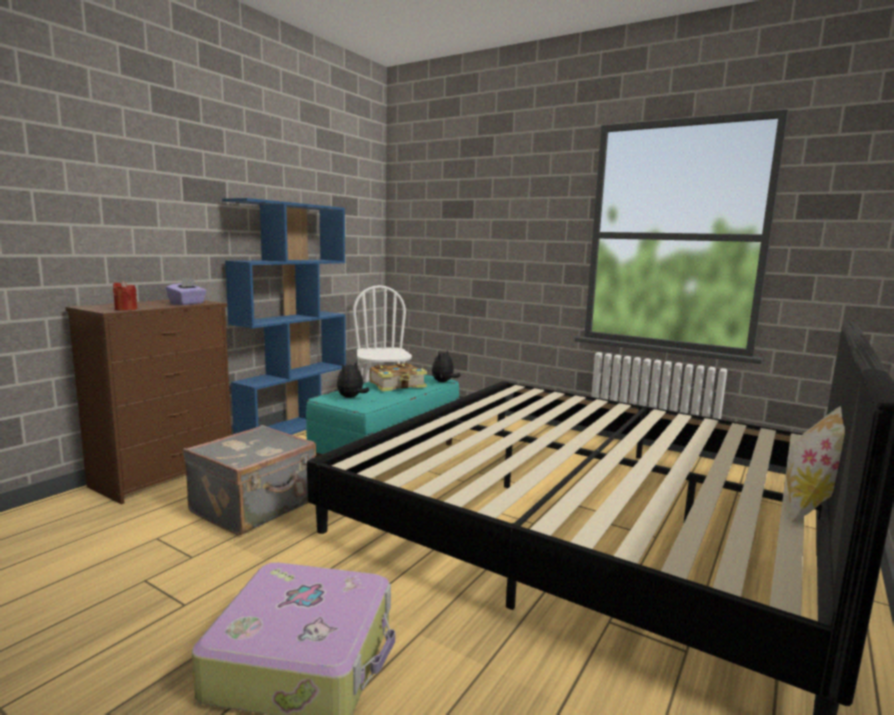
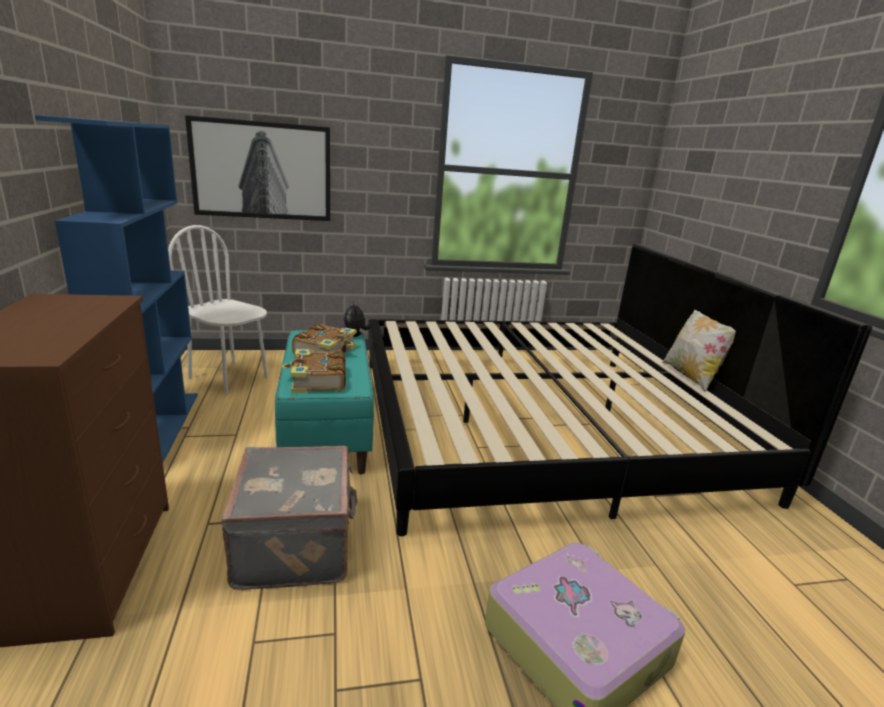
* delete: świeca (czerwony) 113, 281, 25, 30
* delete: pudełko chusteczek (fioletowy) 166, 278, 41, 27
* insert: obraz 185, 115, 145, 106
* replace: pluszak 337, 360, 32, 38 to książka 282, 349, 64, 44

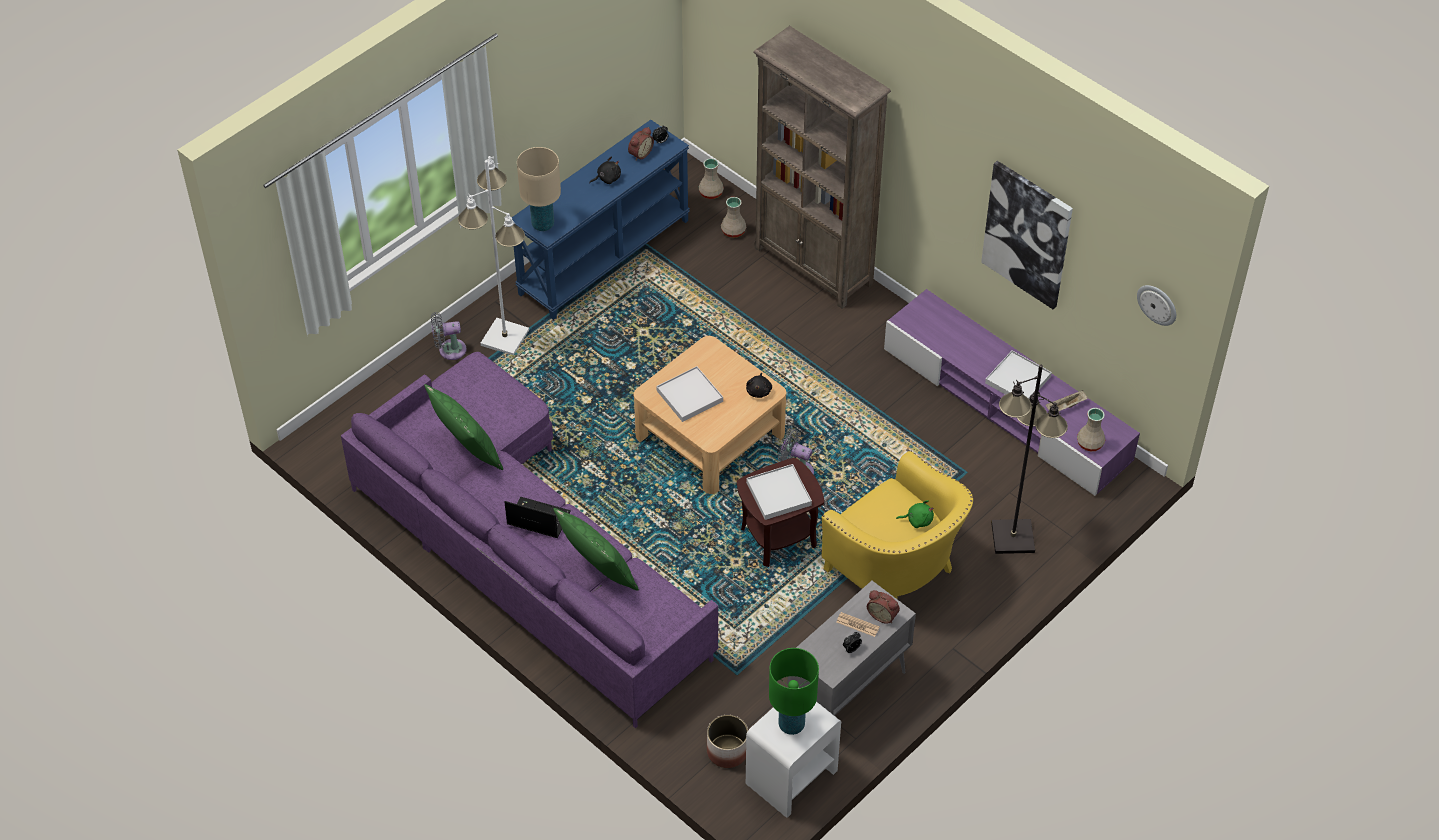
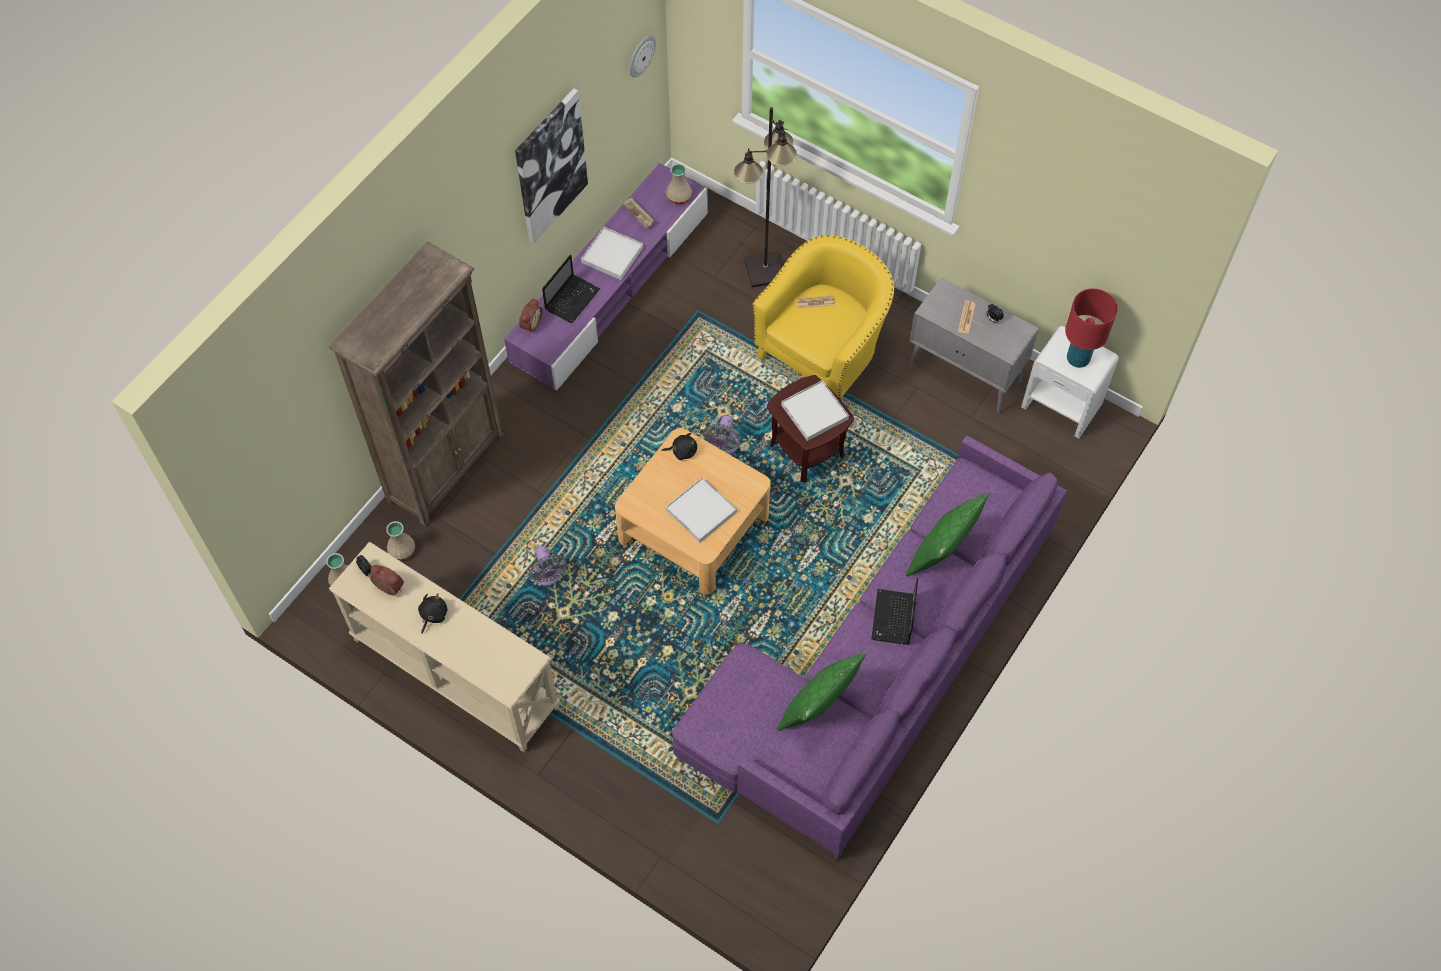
* delete: lampa stojąca (biały) 458, 156, 71, 199
* delete: lampa stołowa (beżowy) 517, 147, 44, 84
* delete: donica 707, 715, 41, 53
* insert: laptop 542, 255, 58, 68
* move: wentylator (szary) 431, 312, 35, 48 to 529, 546, 38, 40
* move: budzik 867, 590, 33, 34 to 519, 298, 23, 35
* replace: pluszak (zielony) 896, 500, 38, 28 to gazeta 797, 295, 38, 14
* recolor: stolik konsolowy (niebieski) 512, 120, 178, 200 to stolik konsolowy (beżowy) 329, 542, 231, 210
* recolor: lampa stołowa (zielony) 769, 648, 50, 87 to lampa stołowa (czerwony) 1065, 288, 53, 80
* rotate: pluszak (czarny) 589, 157, 32, 27 = 418, 593, 30, 40 60 degrees clockwise

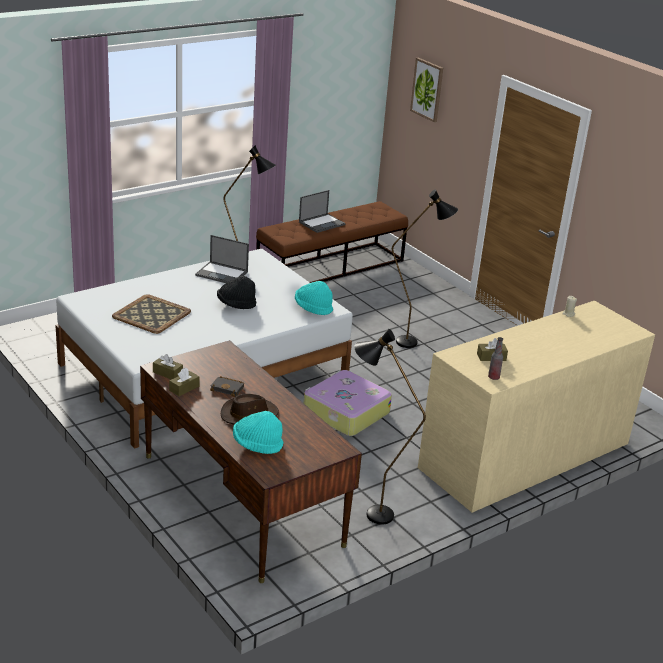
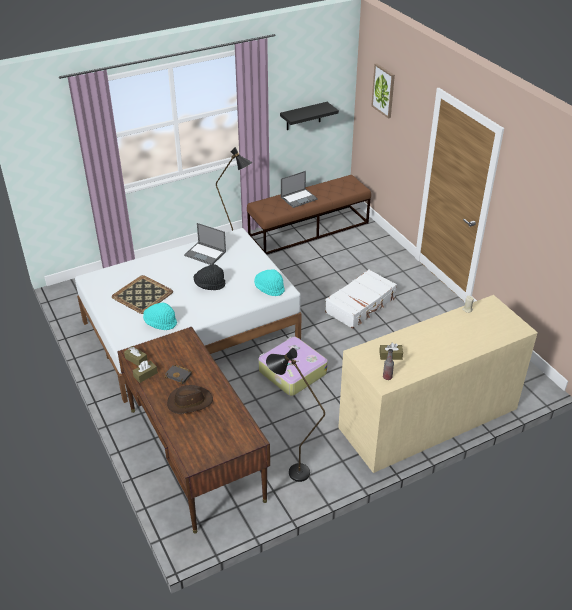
* insert: półka (czarny) 280, 102, 59, 28
* move: kapelusz (turkusowy) 233, 411, 51, 43 to 143, 303, 34, 27
* replace: lampa stojąca (czarny) 392, 189, 66, 159 to walizka (biały) 325, 269, 72, 60

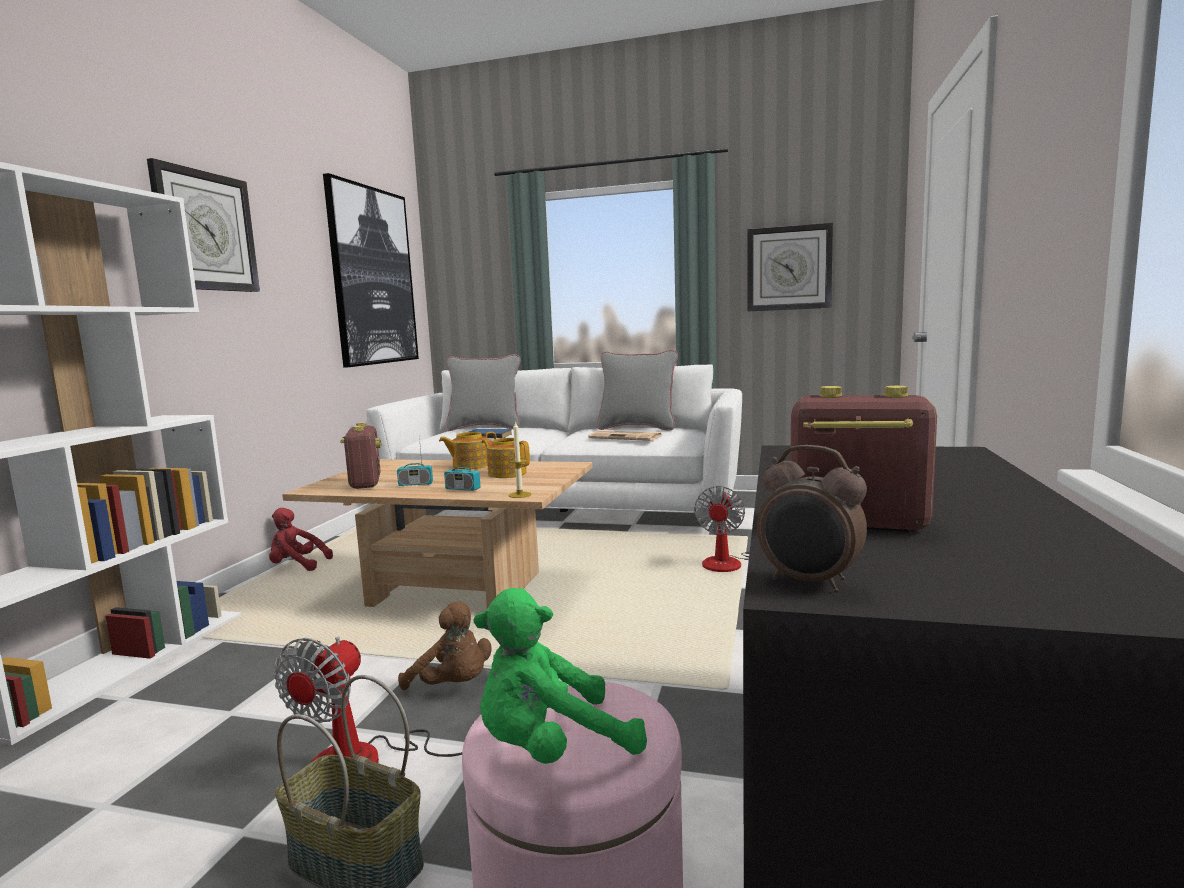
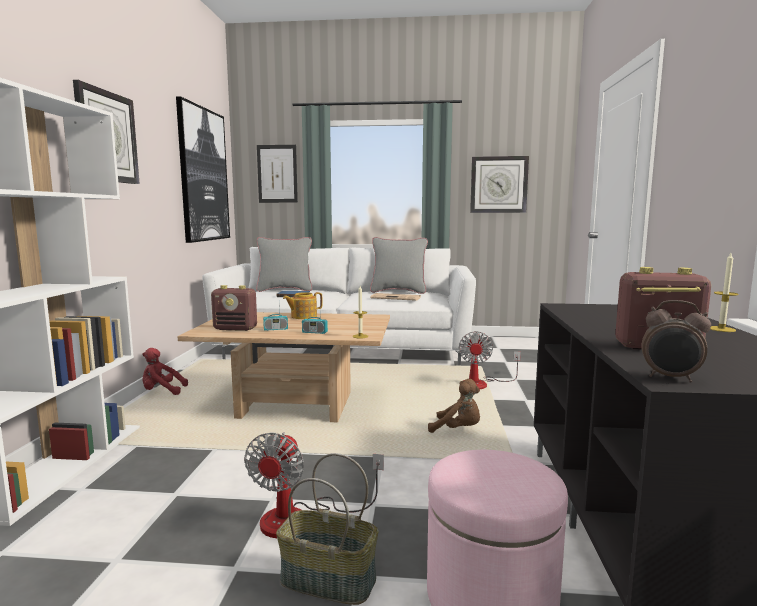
* delete: pluszak (zielony) 474, 588, 173, 176
* delete: imbryk 482, 438, 48, 40
* insert: obraz 257, 145, 41, 58
* insert: świeca 710, 253, 28, 79
* move: pluszak (brązowy) 398, 601, 93, 89 to 428, 379, 52, 54
* rotate: radio 340, 422, 41, 67 = 211, 285, 46, 46 120 degrees clockwise

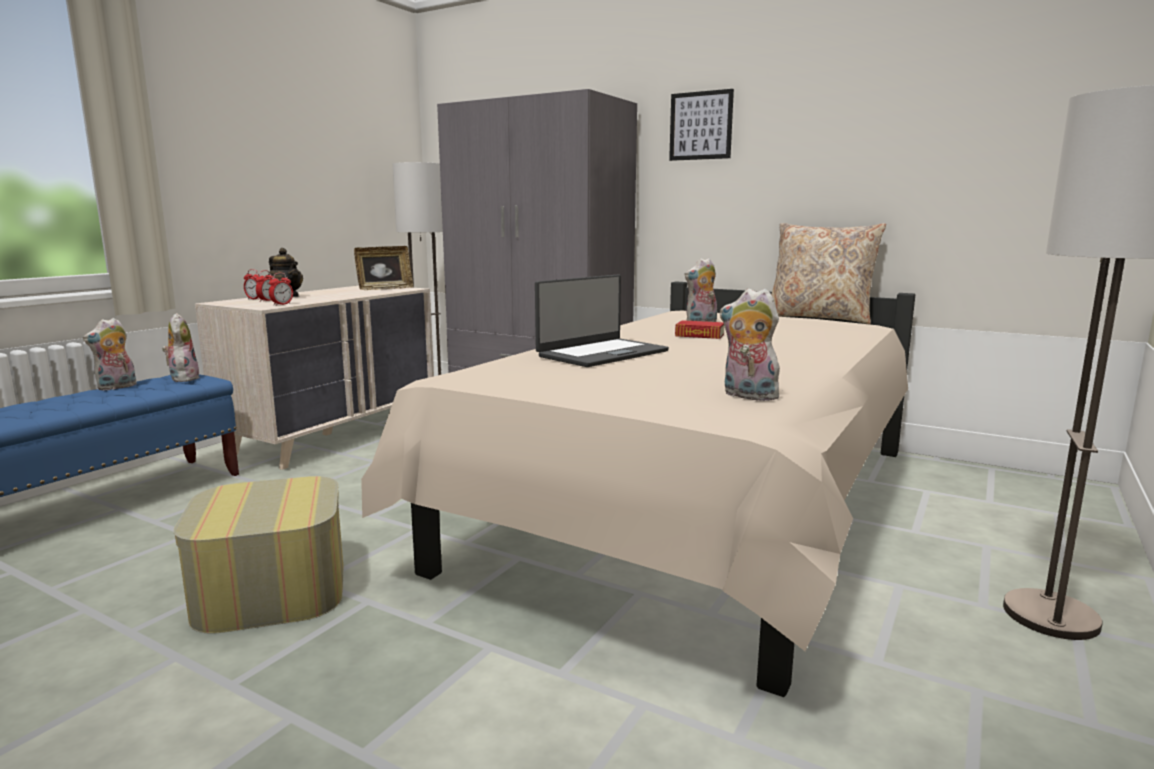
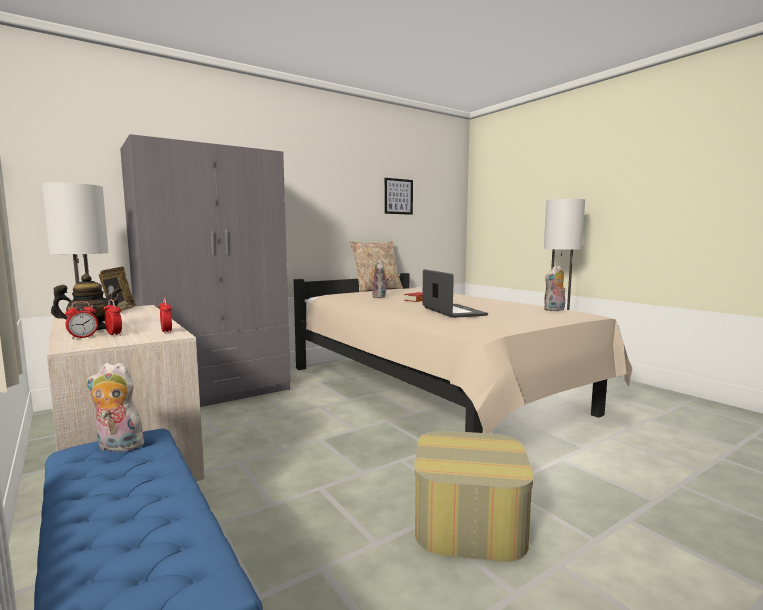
* delete: pluszak 83, 318, 54, 73
* move: obraz 669, 89, 65, 72 to 385, 178, 28, 37

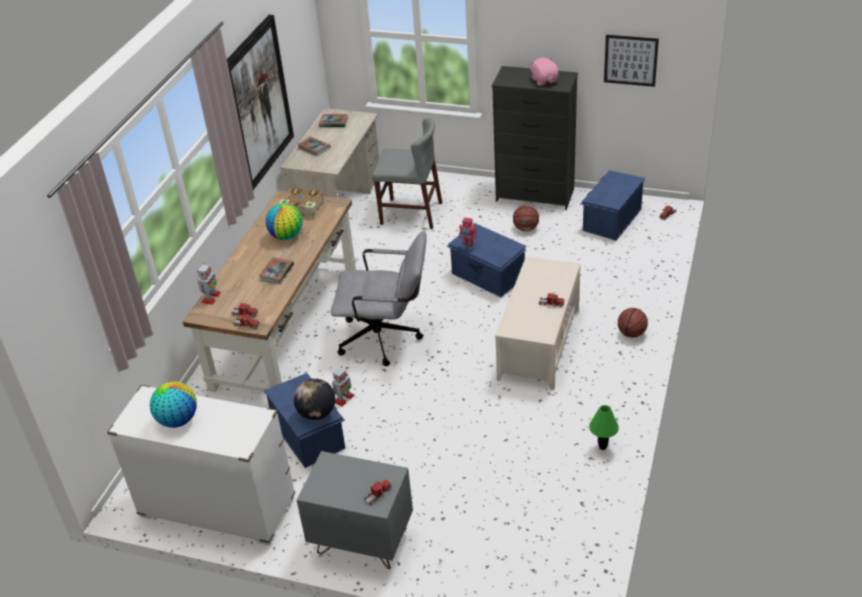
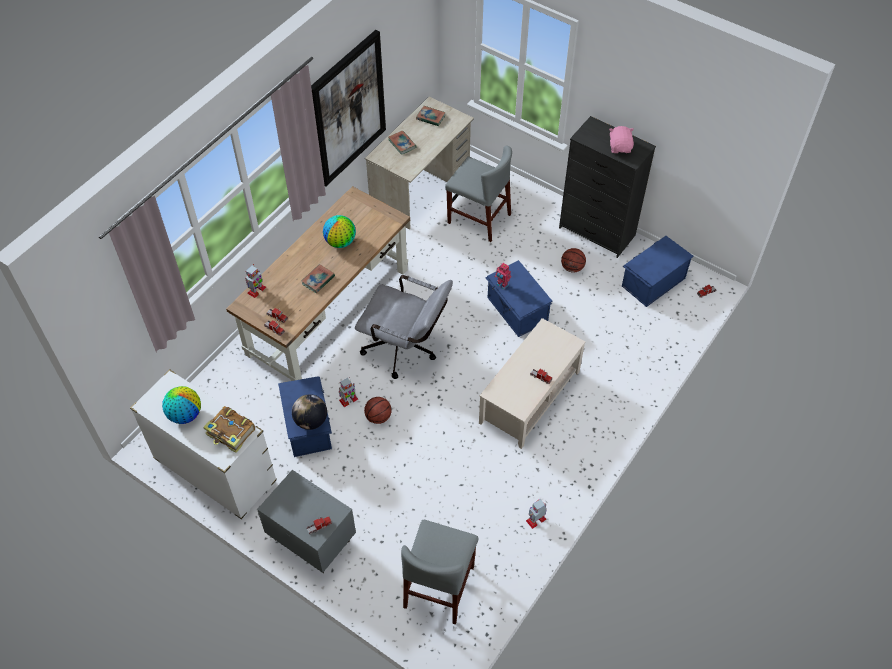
* delete: obraz 604, 35, 55, 52
* insert: krzesło (szary) 401, 520, 78, 105
* move: książka 279, 188, 44, 30 to 203, 406, 52, 47
* move: piłka do koszykówki 618, 308, 30, 30 to 364, 397, 27, 27
* replace: lampa stołowa (zielony) 589, 405, 30, 45 to robot zabawkowy 526, 499, 21, 30

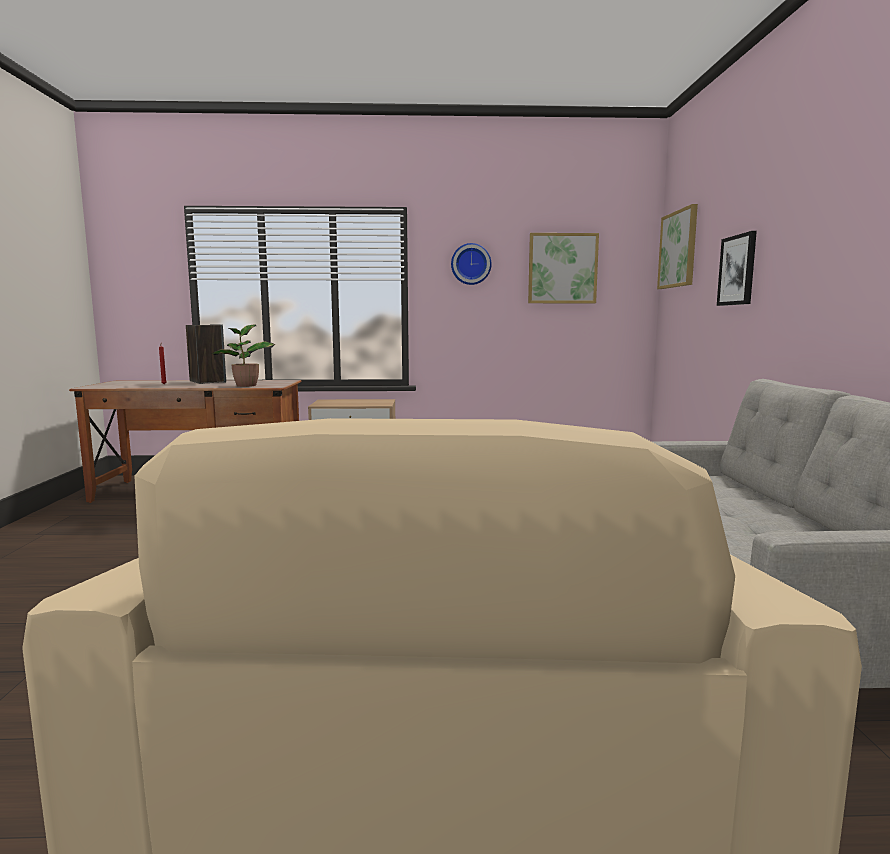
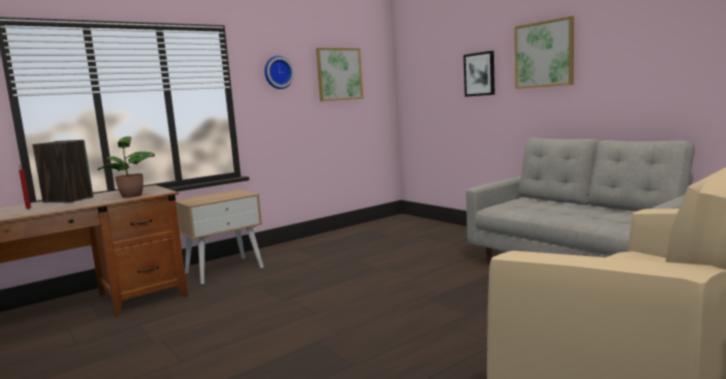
* move: obraz 657, 204, 41, 85 to 514, 16, 60, 73

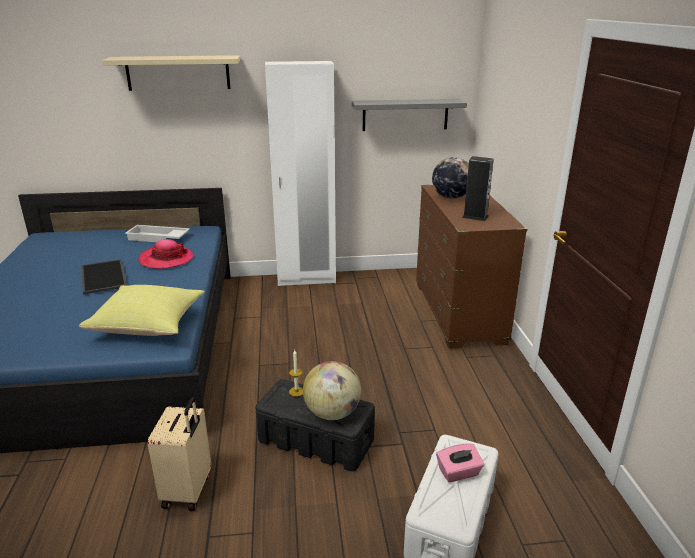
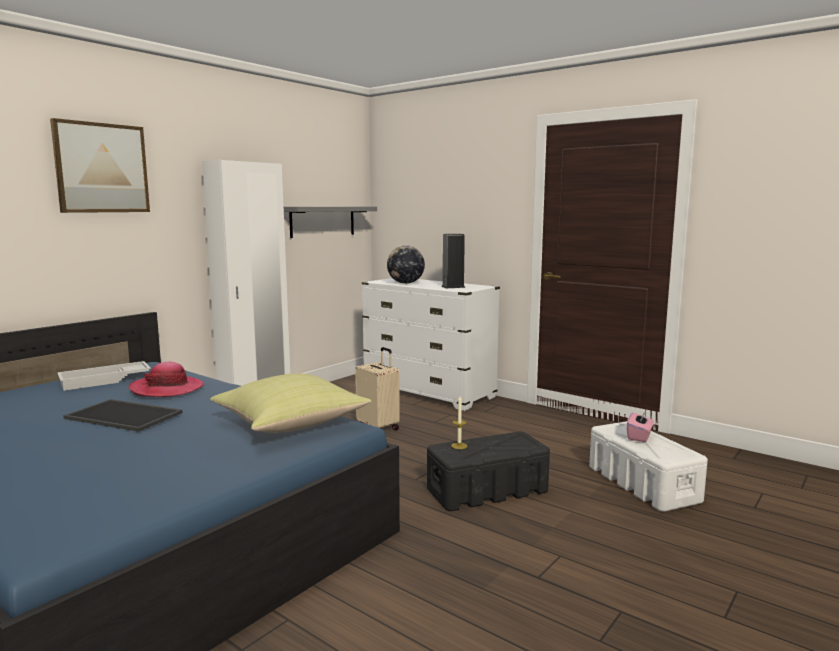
* delete: globus 303, 361, 58, 59
* move: walizka (beżowy) 147, 398, 64, 113 to 355, 347, 45, 83
* replace: półka (beżowy) 102, 55, 138, 36 to obraz 50, 118, 100, 95
* recolor: komoda (brązowy) 416, 185, 111, 164 to komoda (biały) 362, 278, 138, 133

